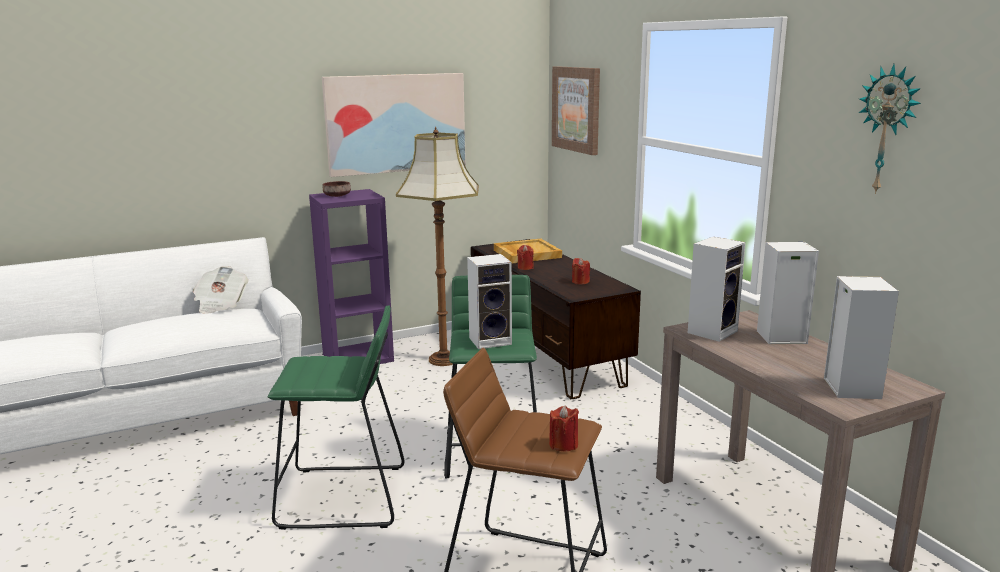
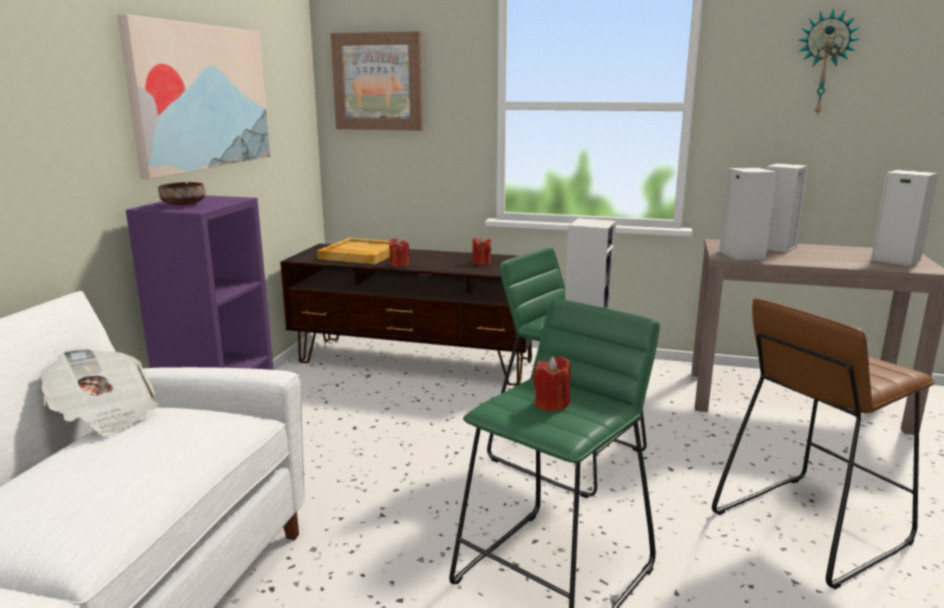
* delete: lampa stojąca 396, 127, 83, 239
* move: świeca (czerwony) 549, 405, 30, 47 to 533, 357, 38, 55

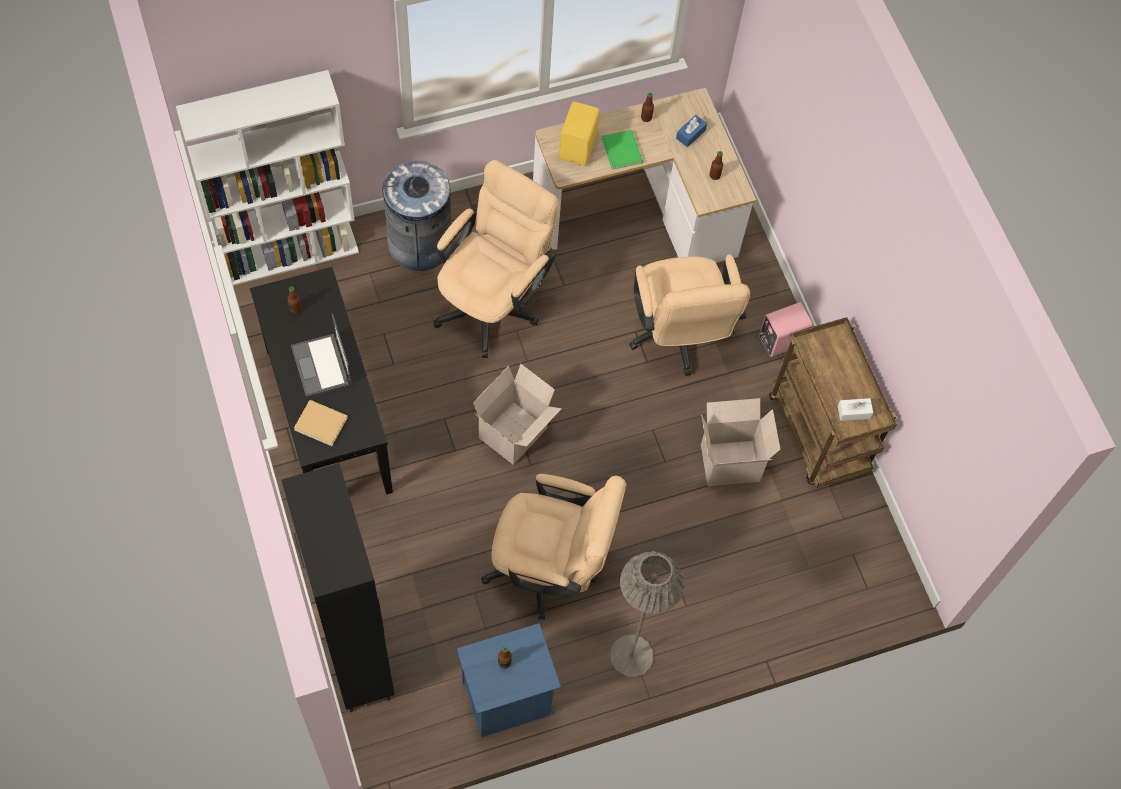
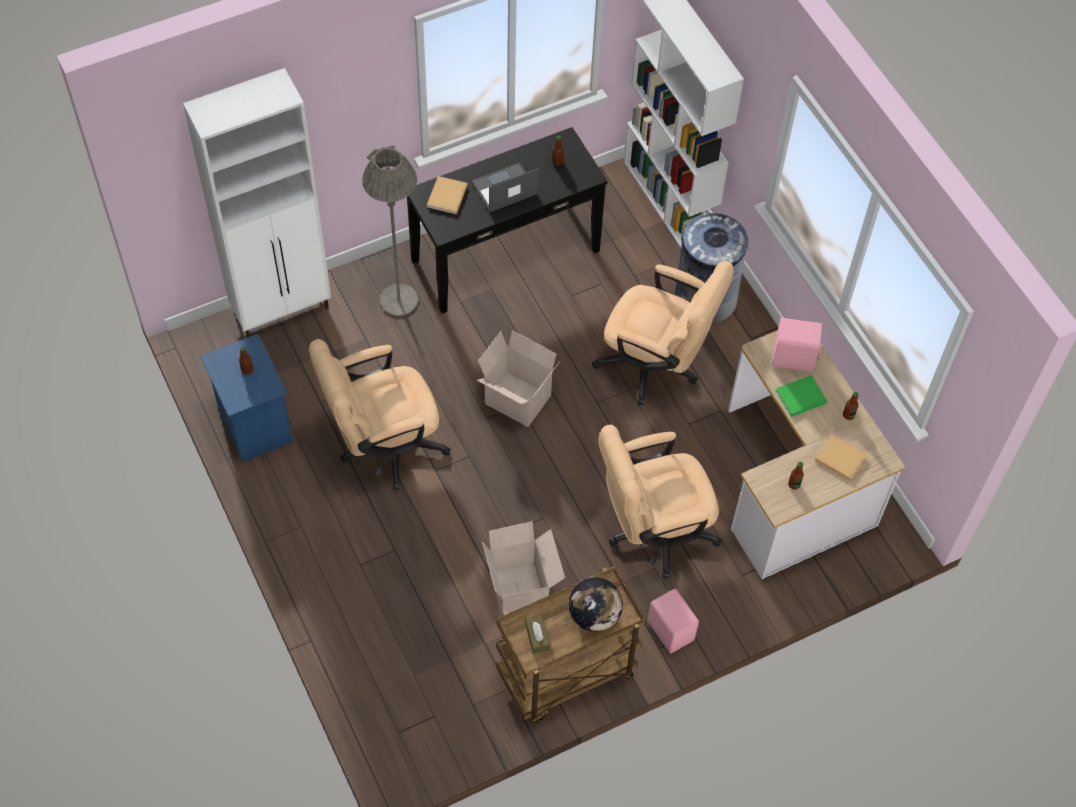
* insert: globus 569, 577, 54, 55
* move: lampa stojąca (szary) 610, 551, 74, 127 to 362, 146, 56, 170
* replace: pudełko chusteczek (niebieski) 676, 115, 31, 32 to książka (beżowy) 815, 434, 53, 47
* recolor: szafka (czarny) 281, 463, 114, 249 to szafka (biały) 183, 68, 148, 270
* recolor: głośnik (żółty) 559, 102, 41, 64 to głośnik (różowy) 772, 318, 51, 54
* recolor: pudełko chusteczek (biały) 838, 398, 35, 23 to pudełko chusteczek (brązowy) 525, 615, 25, 39
* rotate: krzesło biurowe (beżowy) 481, 474, 145, 145 = 309, 339, 142, 151 60 degrees clockwise

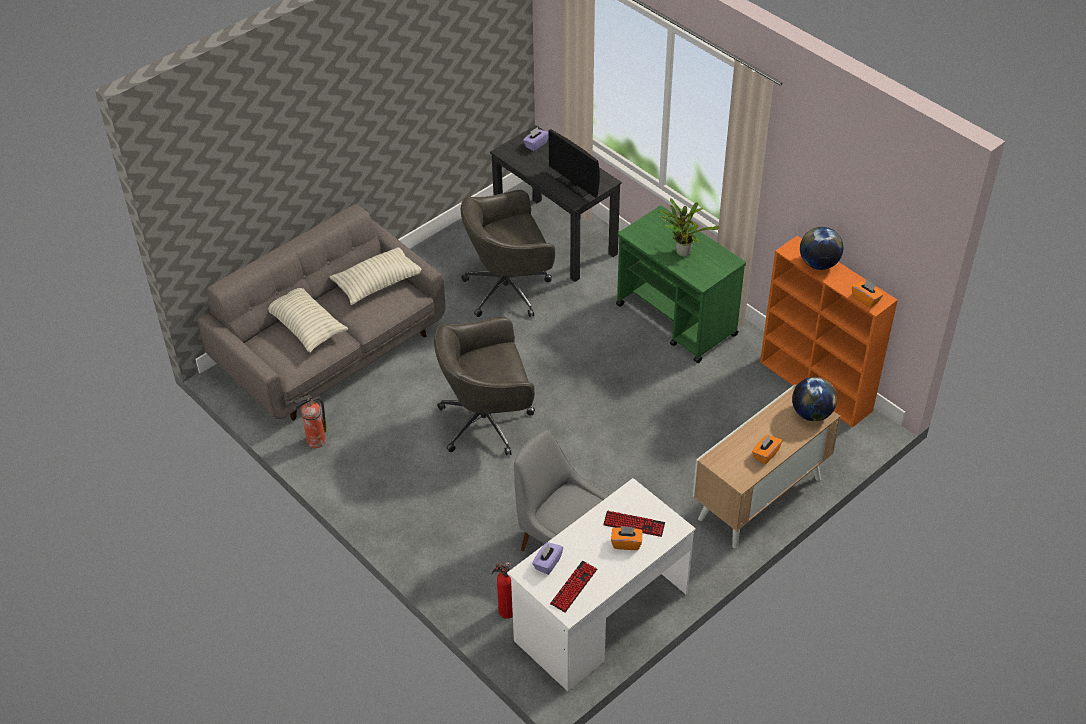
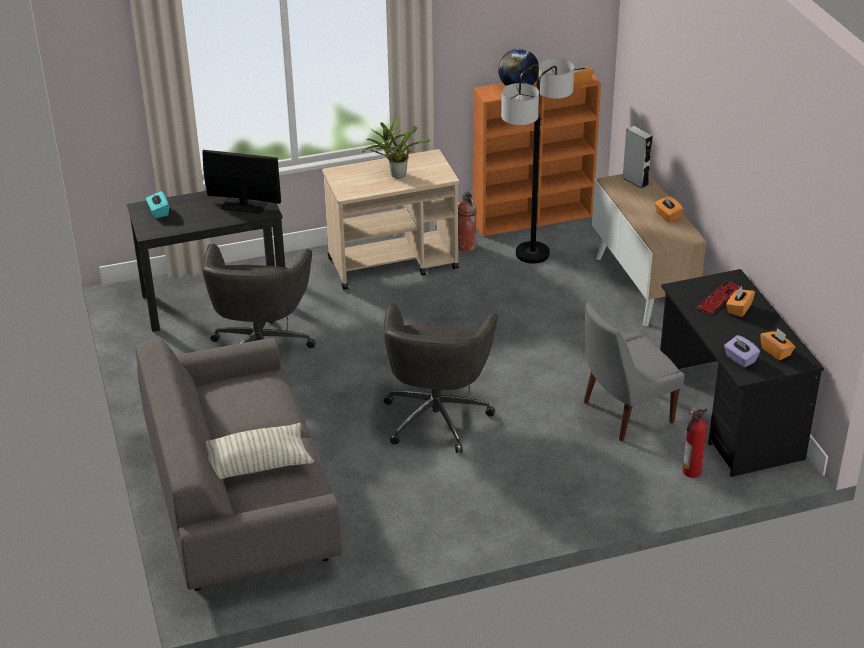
* delete: poduszka 330, 248, 91, 57
* insert: lampa stojąca 501, 58, 73, 206
* move: gaśnica 293, 396, 34, 52 to 458, 191, 19, 61
* replace: klawiatura 550, 561, 47, 52 to pudełko chusteczek (pomarańczowy) 760, 328, 35, 32
* replace: globus 792, 377, 45, 44 to głośnik (szary) 623, 126, 30, 63
* recolor: biurko (biały) 507, 478, 189, 213 to biurko (czarny) 660, 269, 164, 208
* recolor: pudełko chusteczek (fioletowy) 523, 127, 26, 24 to pudełko chusteczek (turkusowy) 146, 191, 23, 27
* recolor: wózek (zielony) 616, 206, 130, 157 to wózek (beżowy) 322, 149, 137, 141
* rotate: monitor 549, 129, 51, 69 = 202, 150, 79, 64 150 degrees counterclockwise

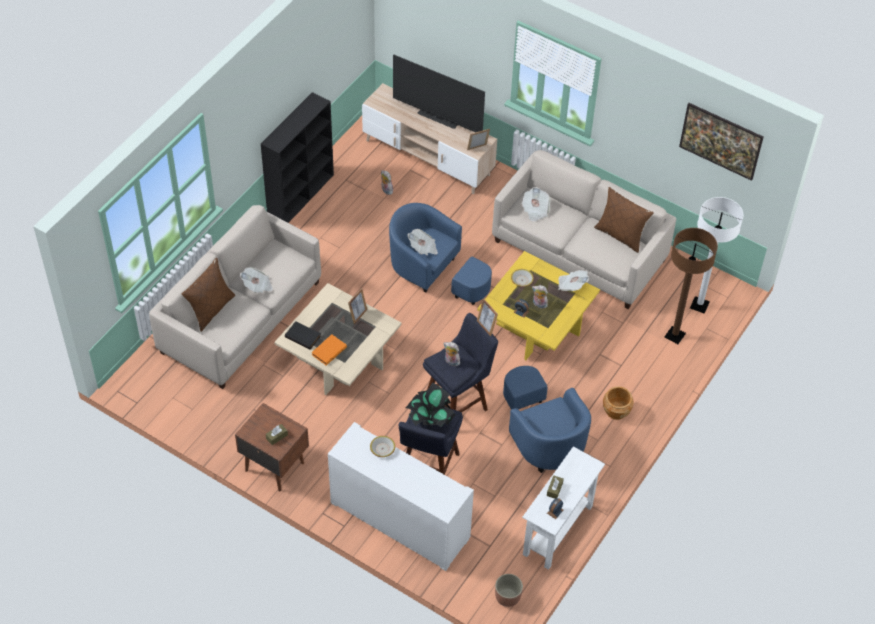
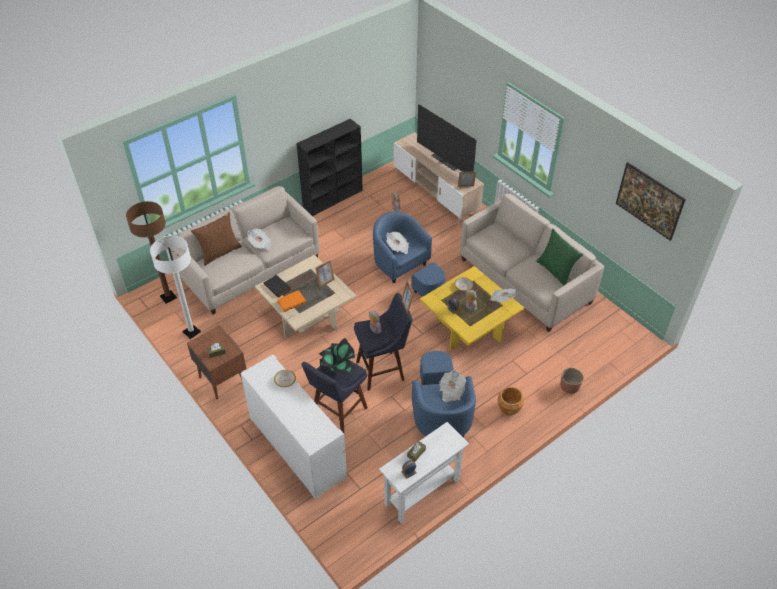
* move: donica 495, 574, 28, 33 to 560, 368, 23, 26
* move: gazeta 521, 187, 30, 35 to 439, 370, 27, 32
* move: lampa stojąca (brązowy) 664, 228, 54, 116 to 126, 201, 51, 103
* move: lampa stojąca (biały) 690, 197, 54, 117 to 150, 236, 51, 103
* recolor: poduszka (brązowy) 594, 187, 60, 66 to poduszka (zielony) 536, 229, 47, 57

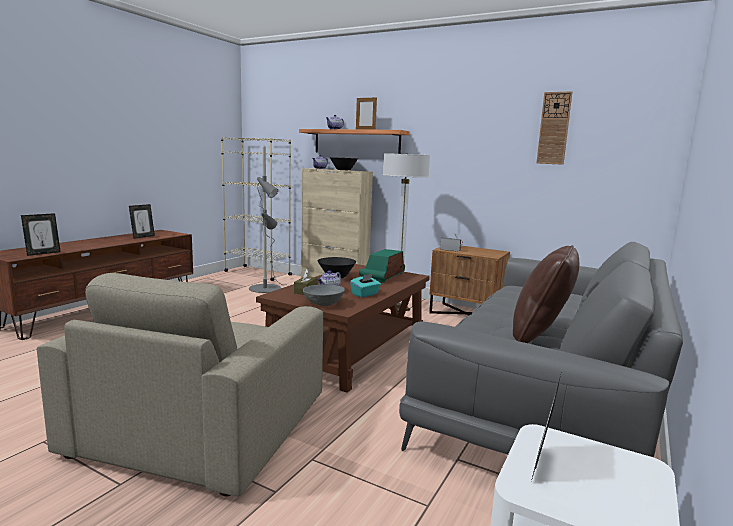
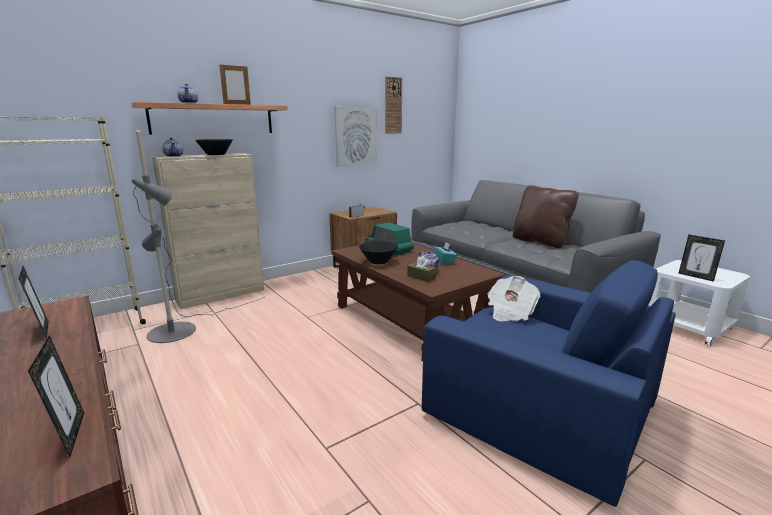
* delete: miska (szary) 303, 284, 42, 22
* delete: lampa stojąca 383, 153, 47, 159
* insert: obraz 334, 107, 43, 60
* insert: gazeta 487, 276, 54, 45
* recolor: fotel (beżowy) 37, 273, 286, 224 to fotel (niebieski) 422, 260, 254, 247

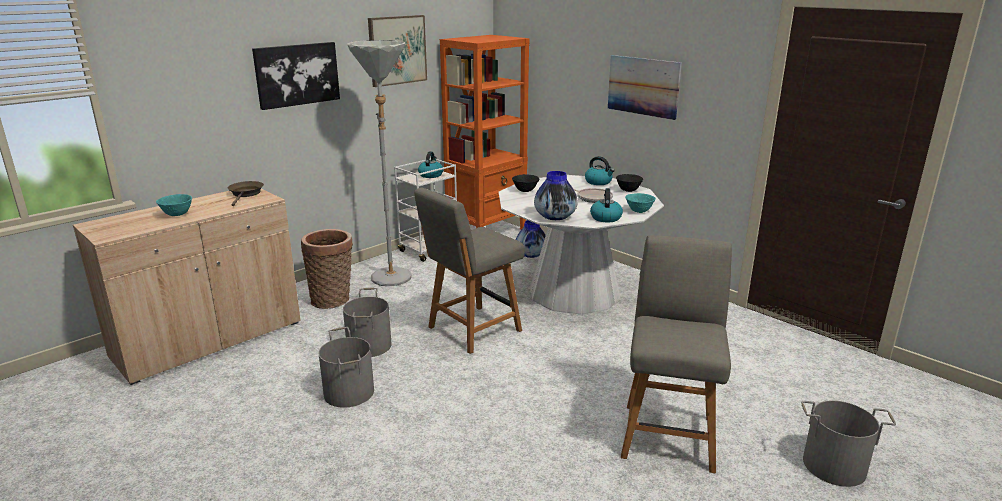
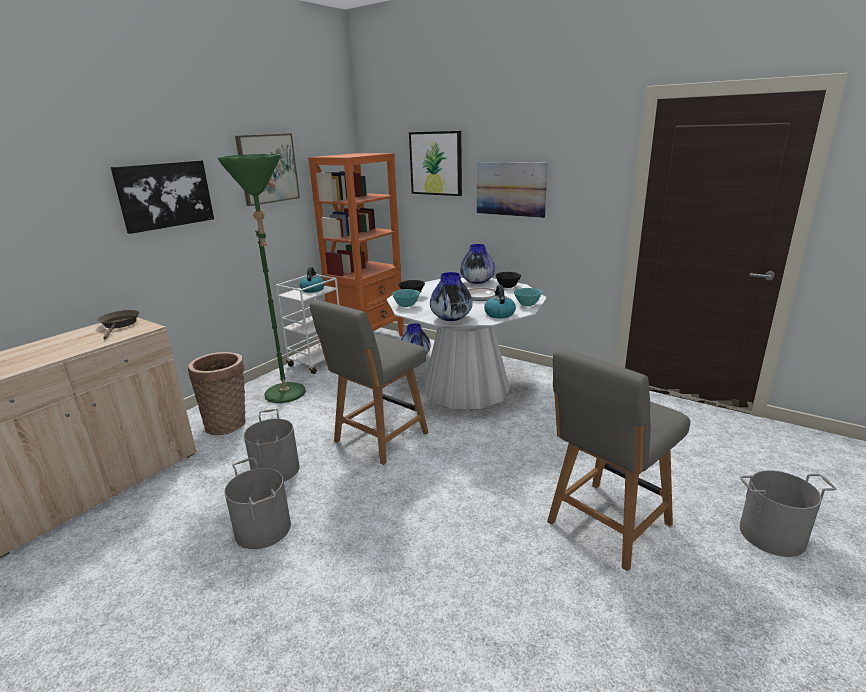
* insert: obraz 409, 131, 53, 65
* move: miska (turkusowy) 156, 194, 36, 22 to 392, 289, 28, 18
* replace: czajnik 585, 156, 30, 29 to wazon 460, 244, 35, 40
* recolor: lampa stojąca (szary) 347, 40, 65, 246 to lampa stojąca (zielony) 218, 154, 88, 249
* rotate: krzesło (szary) 621, 235, 111, 238 = 547, 348, 143, 223 135 degrees counterclockwise

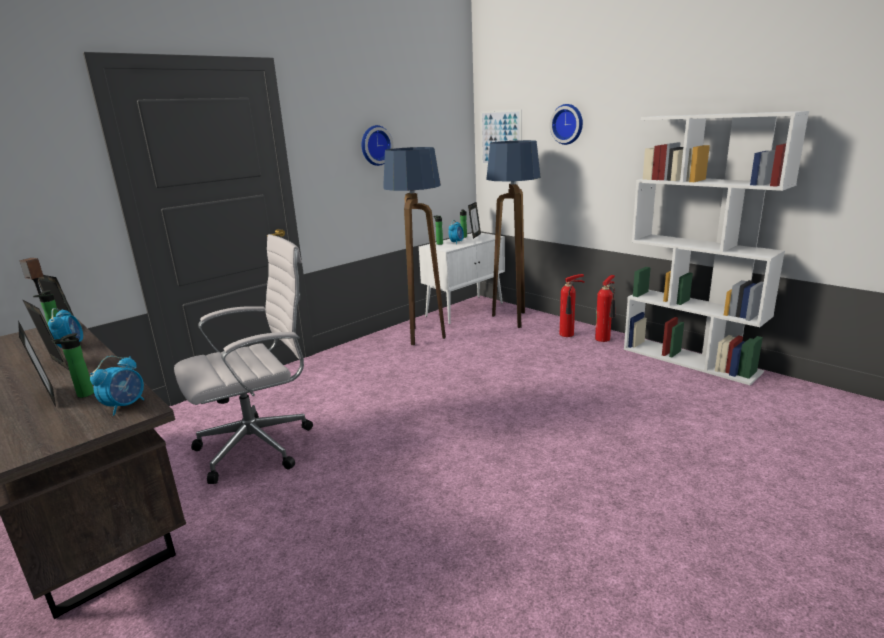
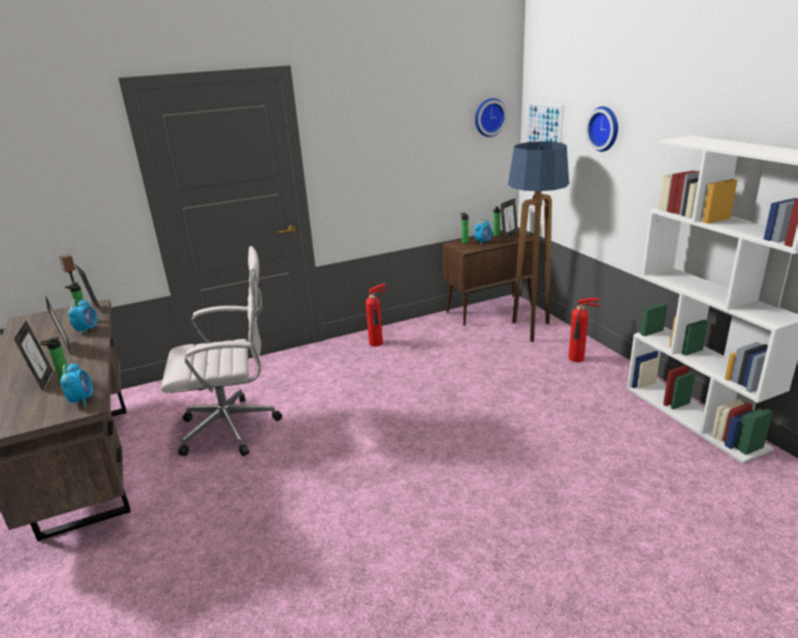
* delete: lampa stojąca 383, 147, 63, 198
* move: zegar ścienny 362, 125, 31, 41 to 475, 98, 32, 39
* move: gaśnica 595, 275, 21, 67 to 366, 284, 21, 62
* recolor: szafka (biały) 419, 233, 86, 91 to szafka (brązowy) 443, 230, 96, 96
* rotate: budzik 90, 356, 55, 60 = 60, 363, 33, 43 60 degrees counterclockwise

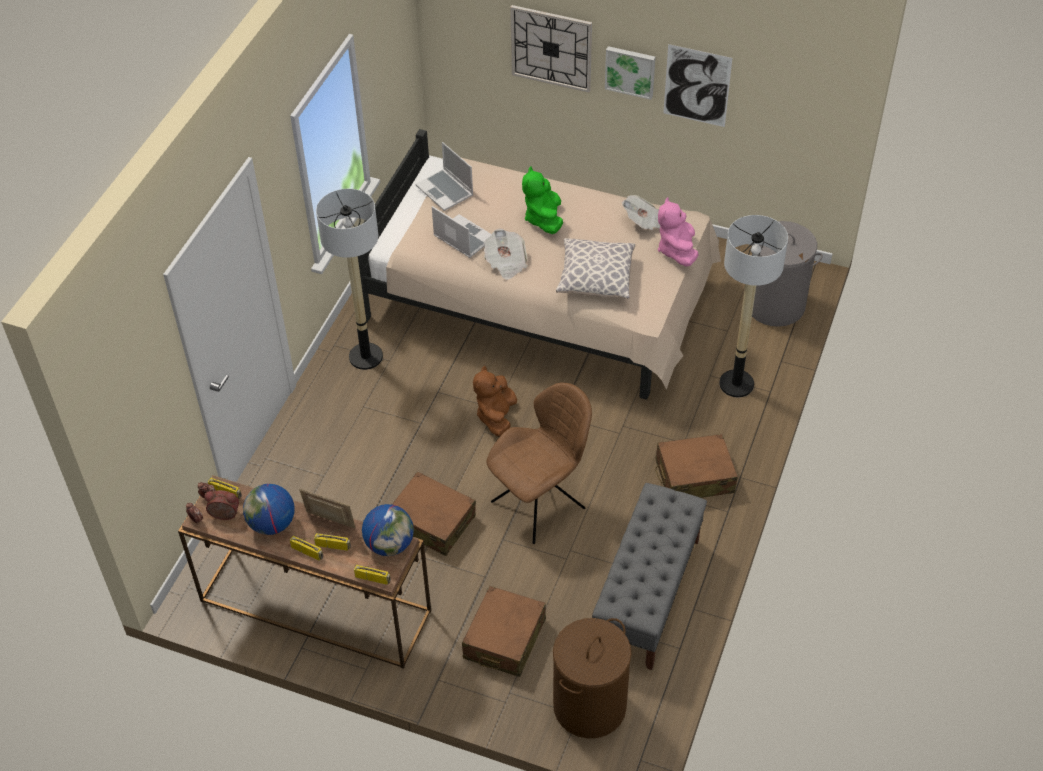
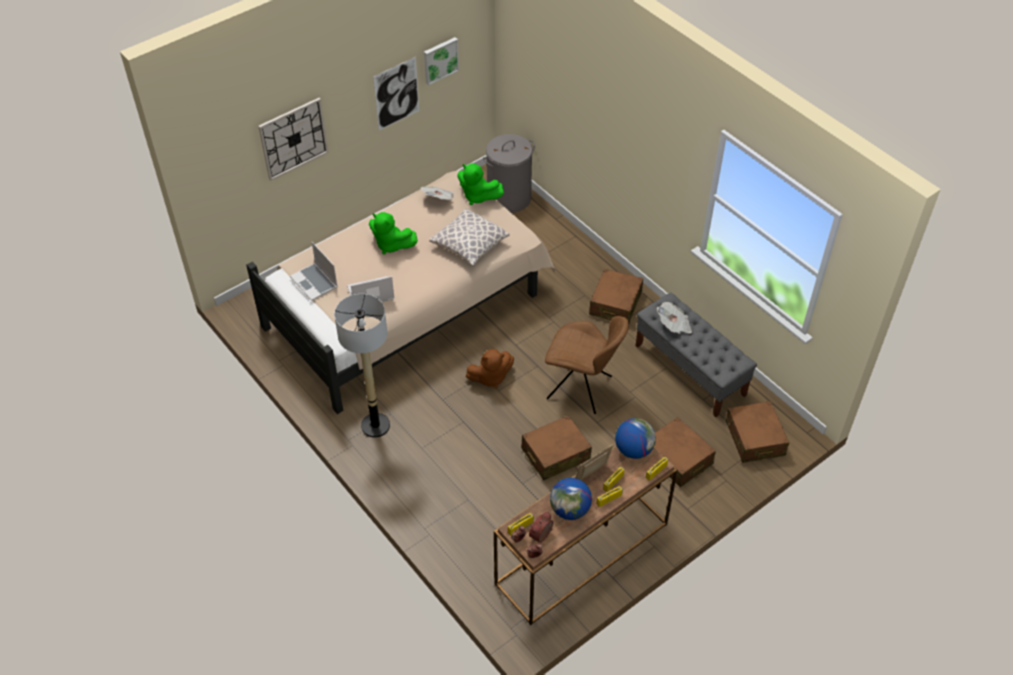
* delete: lampa stojąca 719, 215, 69, 182
* move: gazeta 484, 228, 44, 52 to 657, 302, 35, 32
* move: obraz 605, 46, 50, 54 to 424, 37, 35, 48
* replace: kosz na pranie (brązowy) 553, 618, 79, 120 to walizka (brązowy) 726, 401, 63, 62
* recolor: pluszak (różowy) 658, 197, 40, 70 to pluszak (zielony) 457, 163, 47, 42
* rotate: laptop 415, 142, 58, 69 = 290, 242, 48, 59 60 degrees clockwise
* rotate: pluszak (brązowy) 473, 366, 44, 70 = 466, 349, 48, 40 60 degrees counterclockwise
* rotate: krzesło (brązowy) 486, 382, 106, 162 = 545, 316, 84, 98 120 degrees clockwise

